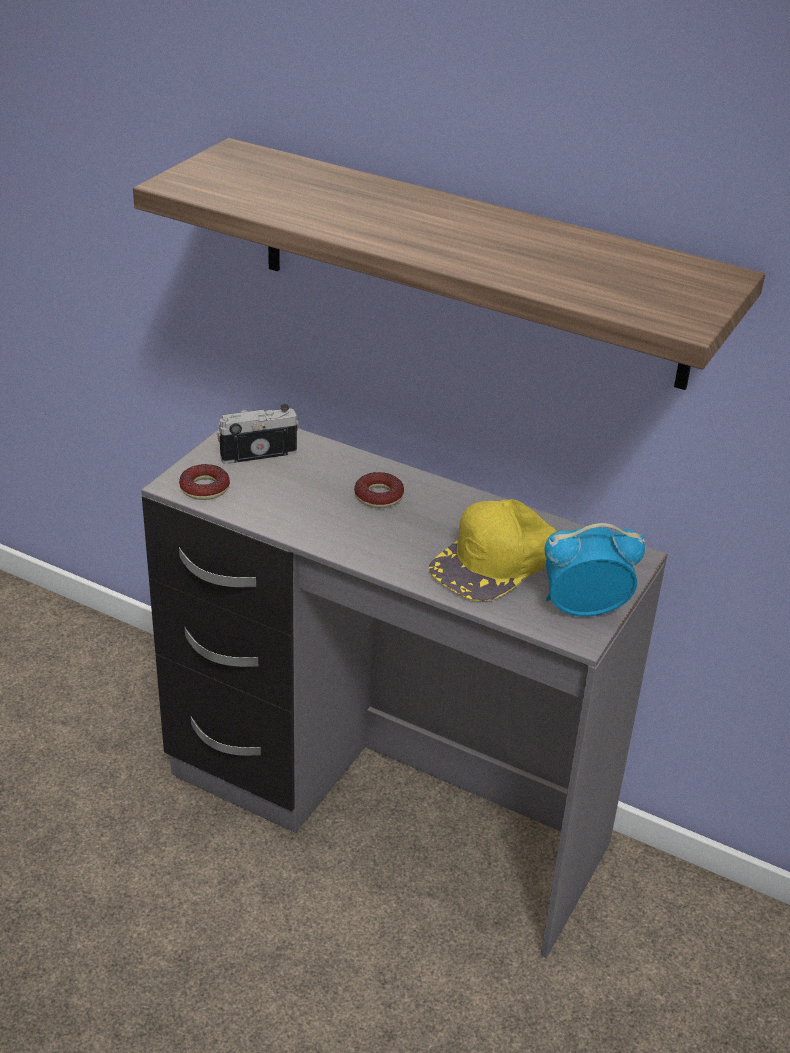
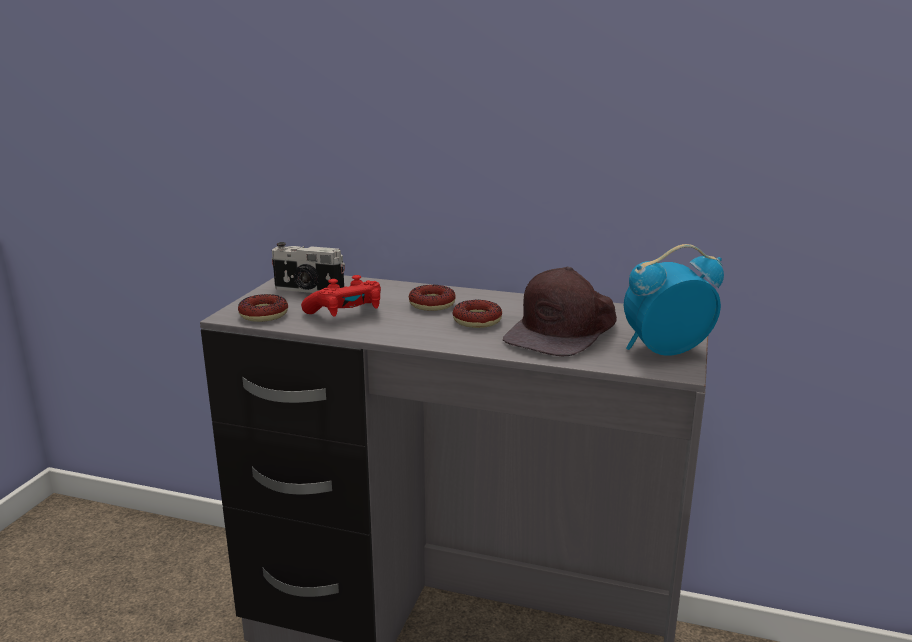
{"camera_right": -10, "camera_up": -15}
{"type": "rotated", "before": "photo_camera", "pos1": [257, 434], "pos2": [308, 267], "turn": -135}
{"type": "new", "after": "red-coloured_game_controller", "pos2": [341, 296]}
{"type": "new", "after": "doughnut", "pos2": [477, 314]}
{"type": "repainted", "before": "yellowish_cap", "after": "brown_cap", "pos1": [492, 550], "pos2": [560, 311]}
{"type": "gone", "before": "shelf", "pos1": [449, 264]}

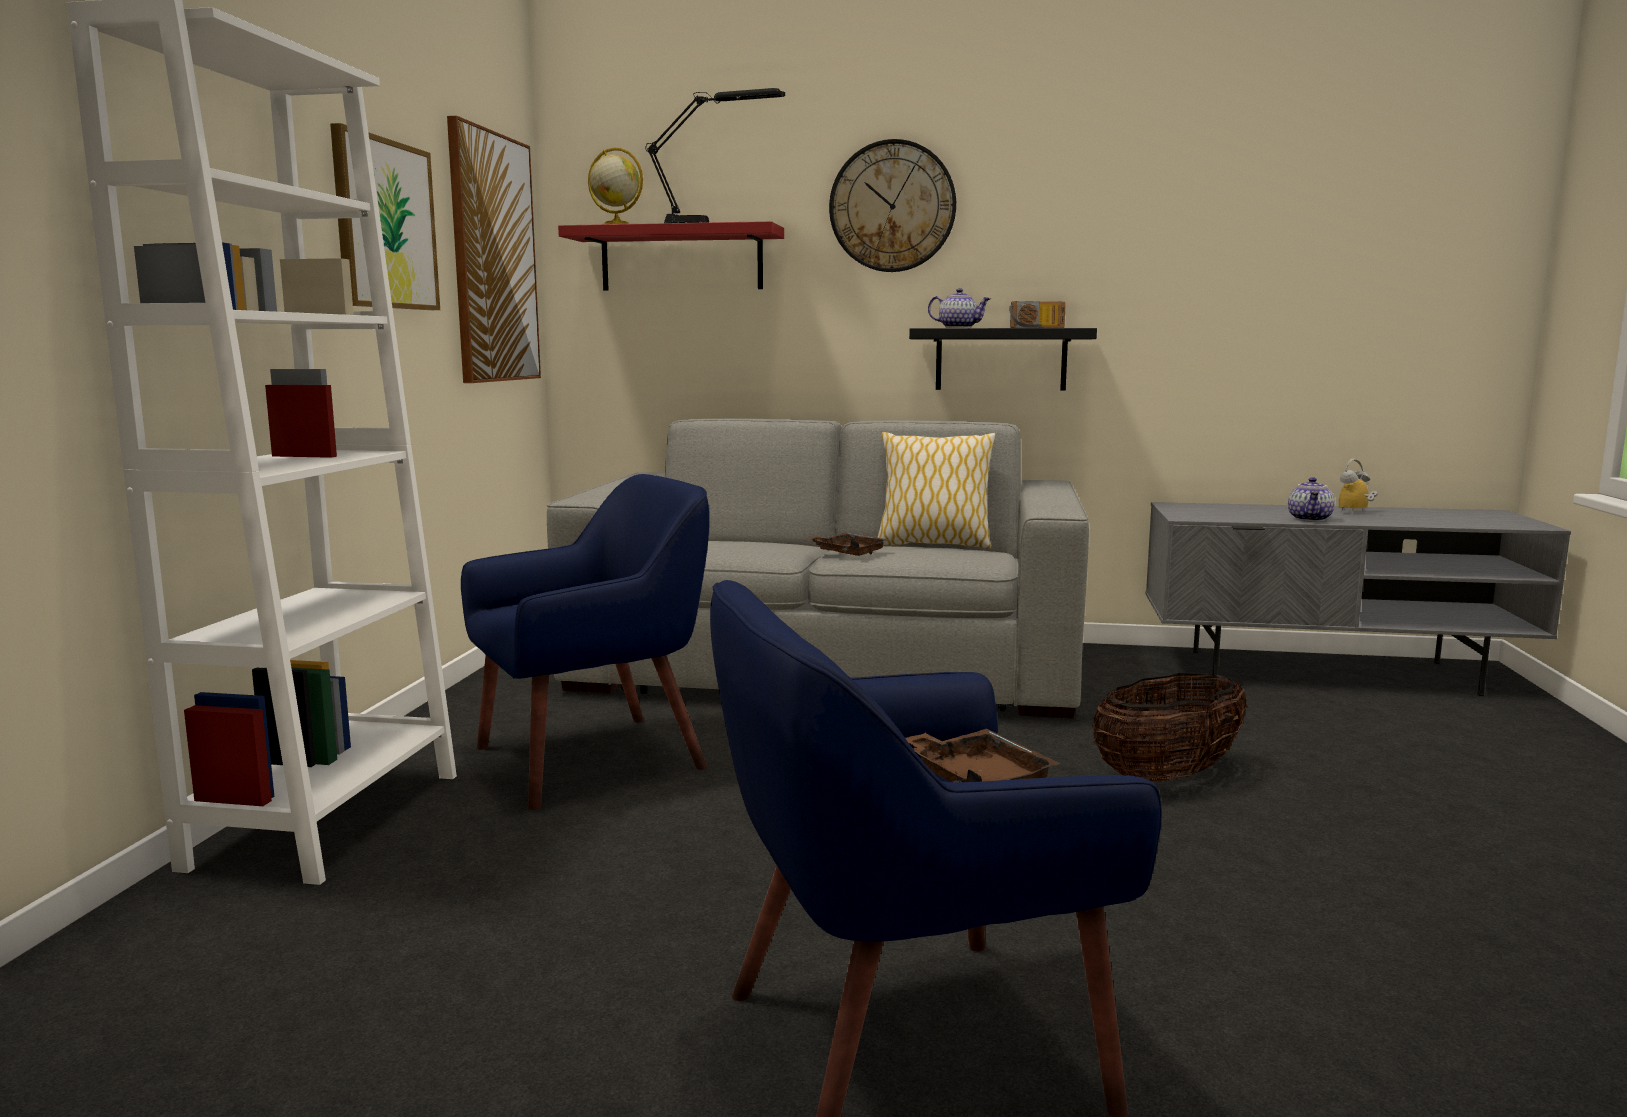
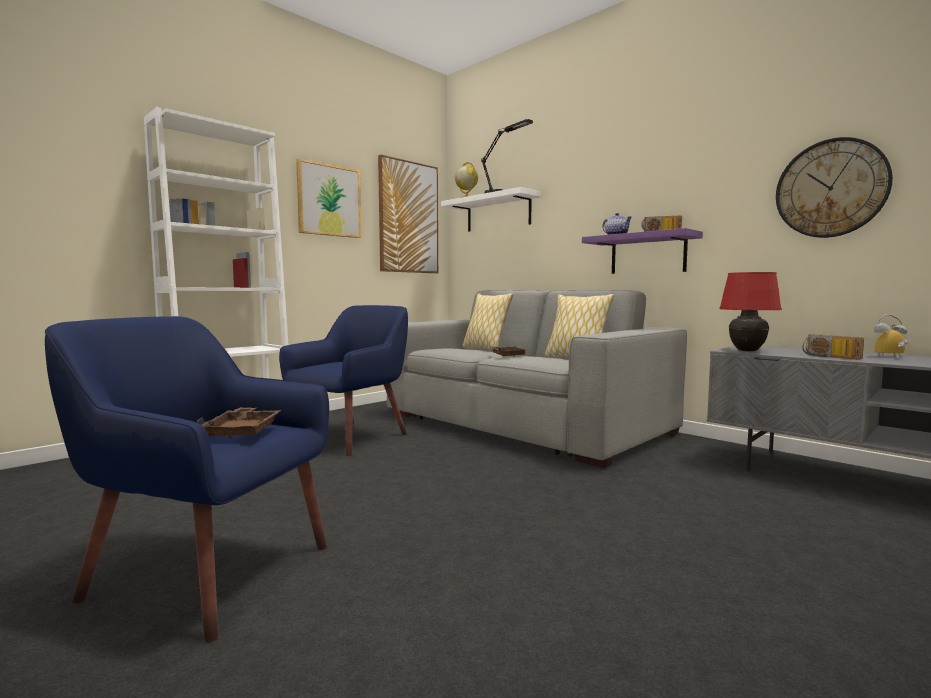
{"camera_right": 35, "camera_up": -5}
{"type": "rotated", "before": "blue-coloured_lounge_chair", "pos1": [585, 642], "pos2": [343, 380], "turn": -60}
{"type": "repainted", "before": "red-coloured_shelf", "after": "white-coloured_shelf", "pos1": [671, 256], "pos2": [491, 209]}
{"type": "new", "after": "pillow", "pos2": [488, 322]}
{"type": "repainted", "before": "black_shelf", "after": "purple-coloured_shelf", "pos1": [1003, 359], "pos2": [642, 251]}
{"type": "new", "after": "red-coloured_lamp_for_a_table", "pos2": [750, 311]}
{"type": "shifted", "before": "hanging_clock", "pos1": [892, 205], "pos2": [834, 187]}
{"type": "swapped", "before": "tea_pot", "after": "radio_receiver", "pos1": [1311, 499], "pos2": [833, 347]}
{"type": "gone", "before": "basket", "pos1": [1169, 727]}

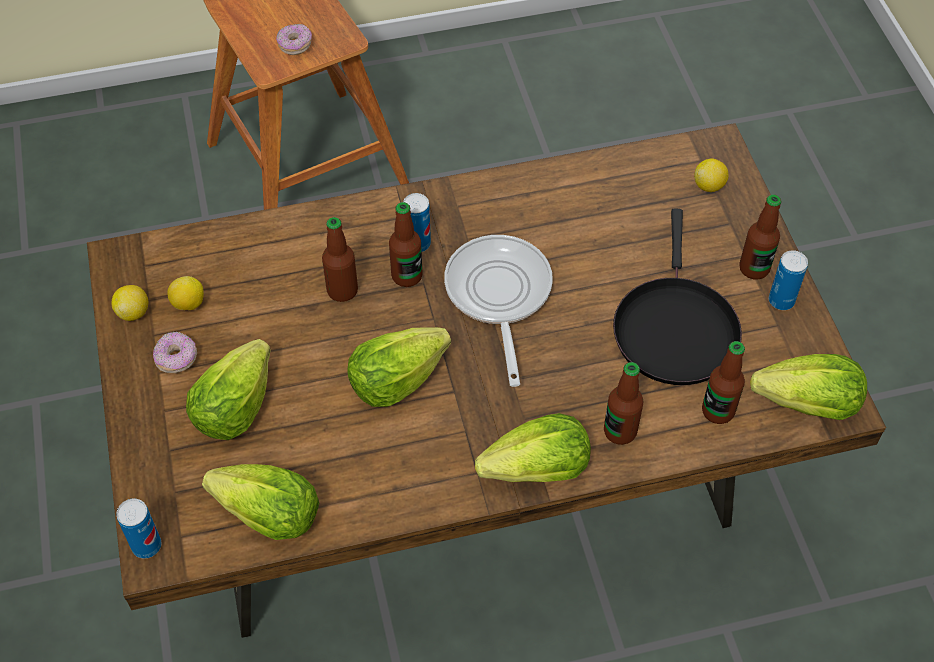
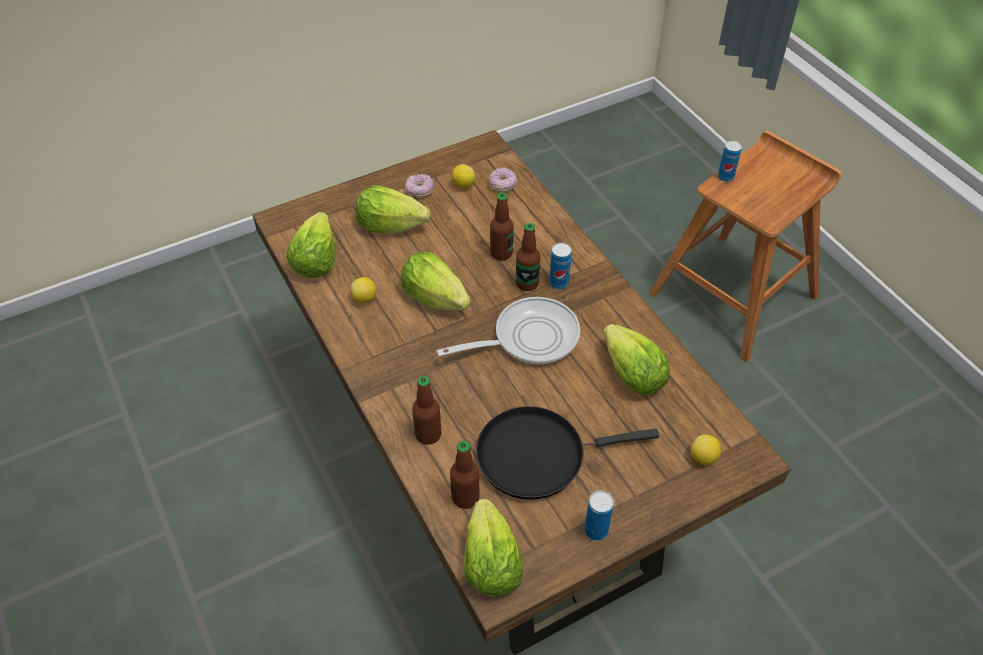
{"camera_right": 75, "camera_up": -5}
{"type": "shifted", "before": "whole_lemon", "pos1": [130, 303], "pos2": [364, 290]}
{"type": "shifted", "before": "doughnut", "pos1": [294, 39], "pos2": [503, 179]}
{"type": "shifted", "before": "lettuce_head", "pos1": [533, 447], "pos2": [636, 359]}
{"type": "shifted", "before": "sealed_can", "pos1": [139, 529], "pos2": [730, 161]}
{"type": "gone", "before": "bottle", "pos1": [760, 237]}

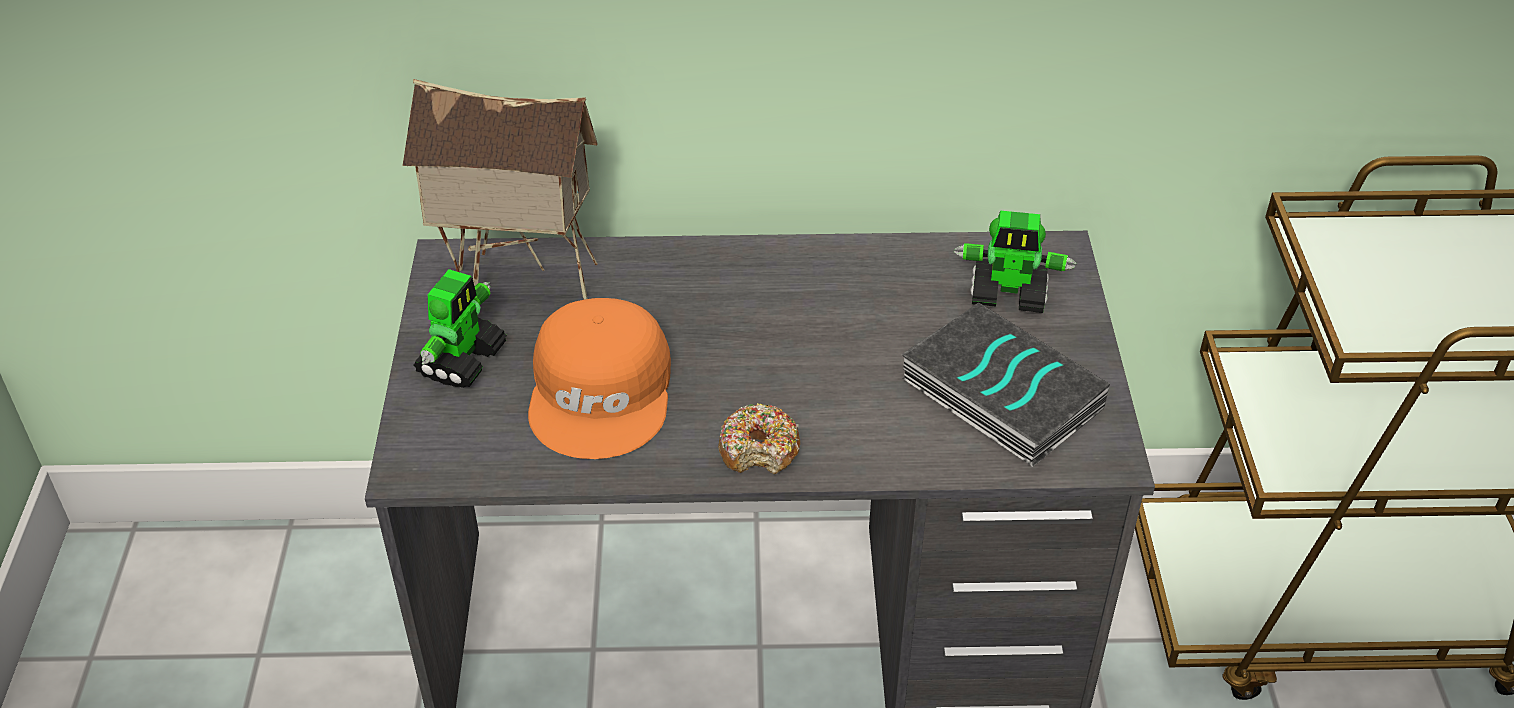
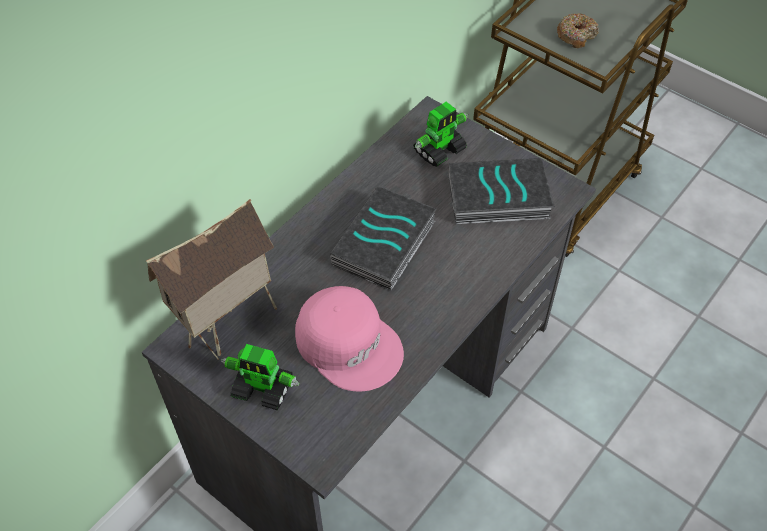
{"camera_right": -50, "camera_up": 10}
{"type": "rotated", "before": "model_robot", "pos1": [460, 328], "pos2": [260, 377], "turn": 135}
{"type": "repainted", "before": "orange-coloured_cap", "after": "pink_cap", "pos1": [599, 378], "pos2": [349, 339]}
{"type": "new", "after": "book", "pos2": [383, 238]}
{"type": "shifted", "before": "doughnut", "pos1": [759, 438], "pos2": [578, 30]}

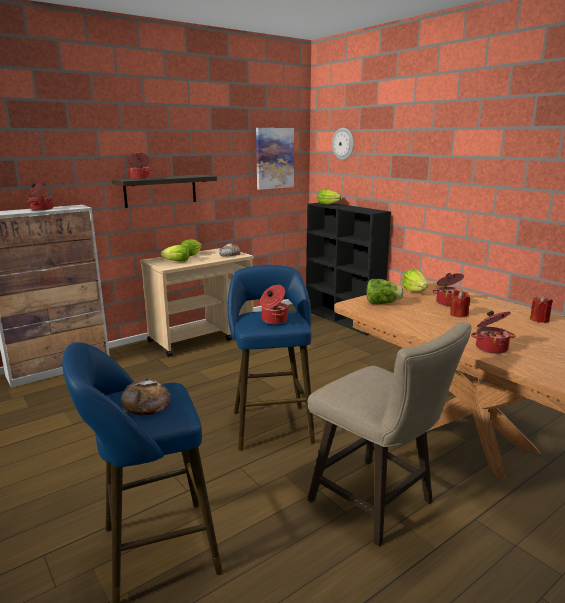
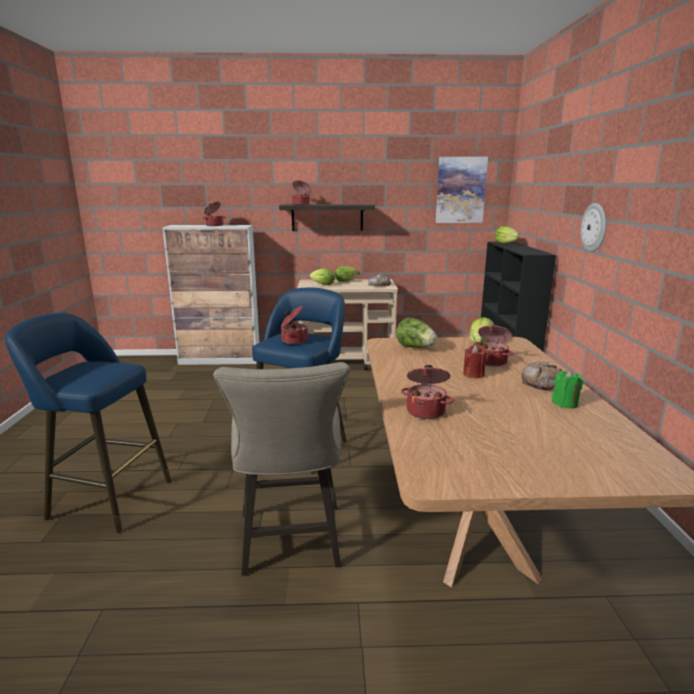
{"camera_right": 35, "camera_up": 0}
{"type": "shifted", "before": "bread", "pos1": [145, 397], "pos2": [541, 376]}
{"type": "repainted", "before": "red-coloured_candle", "after": "green-coloured_candle", "pos1": [541, 309], "pos2": [567, 389]}
{"type": "shifted", "before": "hanging_clock", "pos1": [343, 144], "pos2": [593, 227]}

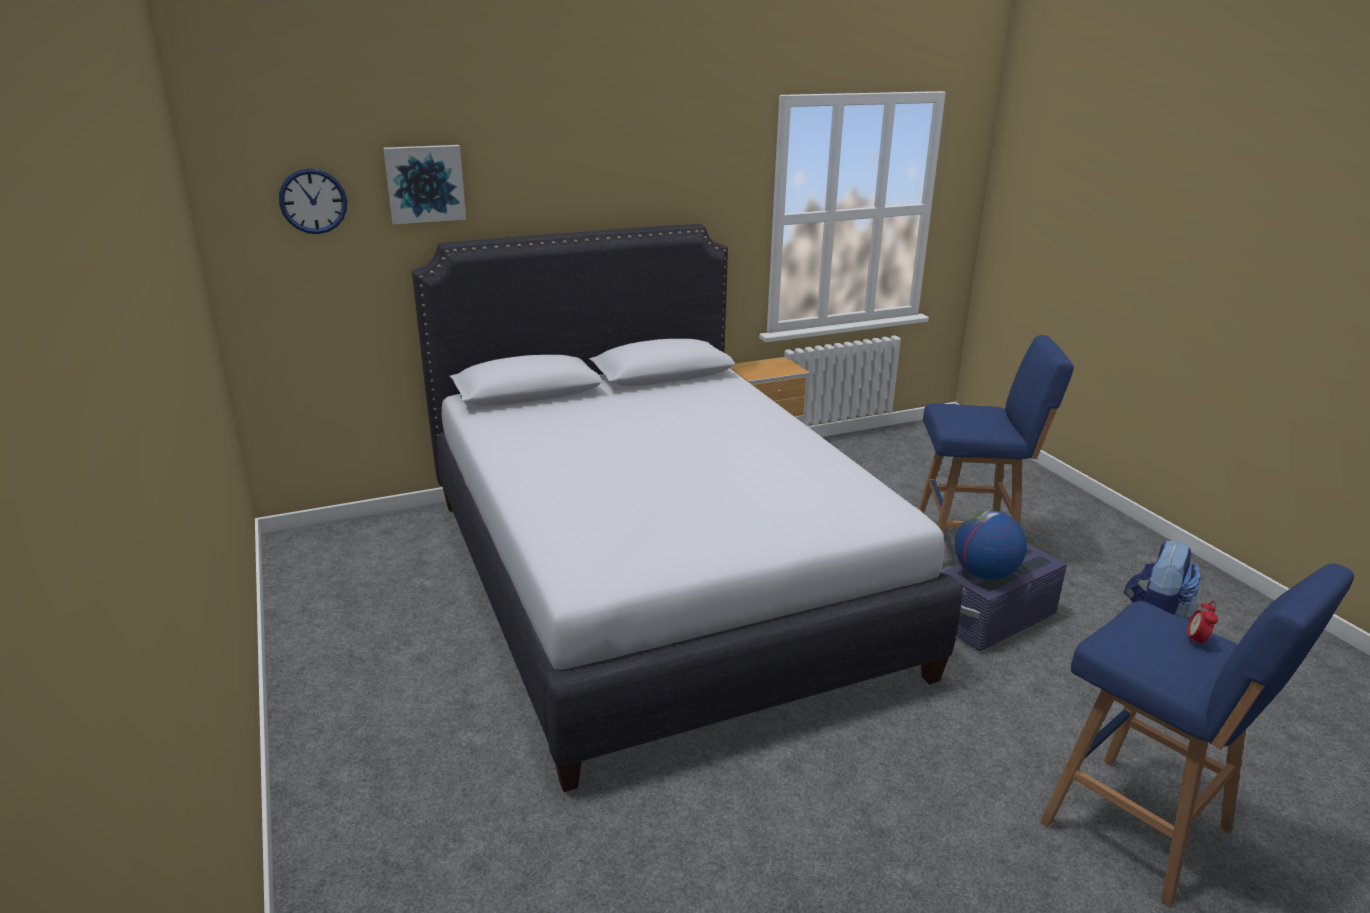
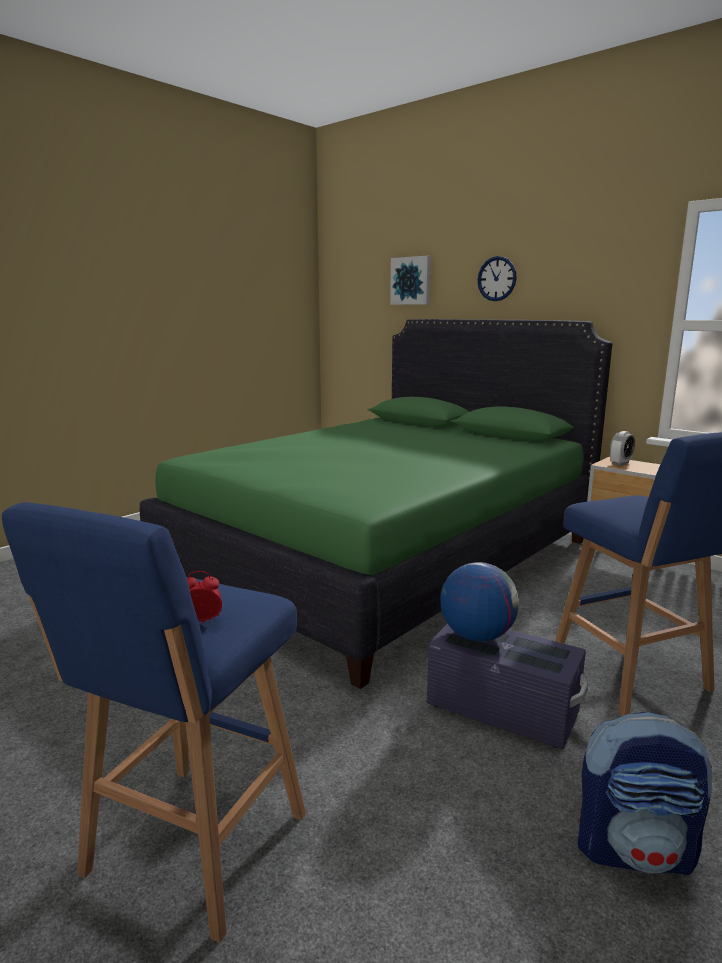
{"camera_right": 65, "camera_up": -10}
{"type": "repainted", "before": "white-coloured_sleeping_bed", "after": "green-coloured_sleeping_bed", "pos1": [687, 508], "pos2": [376, 504]}
{"type": "shifted", "before": "hanging_clock", "pos1": [313, 201], "pos2": [497, 278]}
{"type": "new", "after": "alarm_clock", "pos2": [622, 448]}

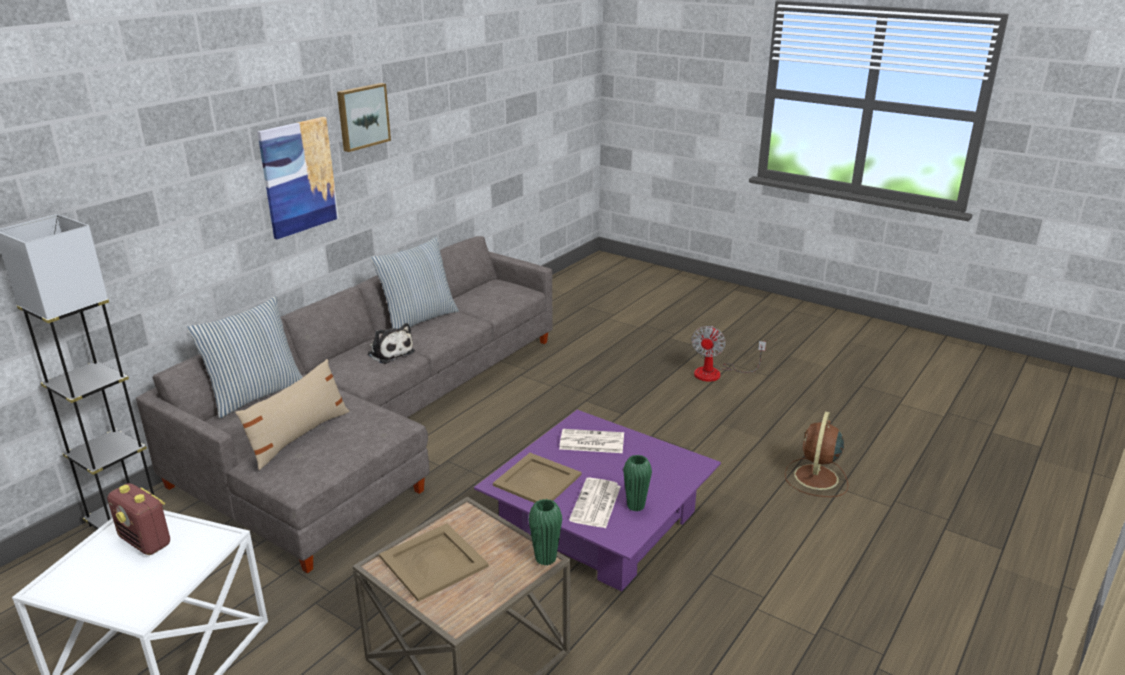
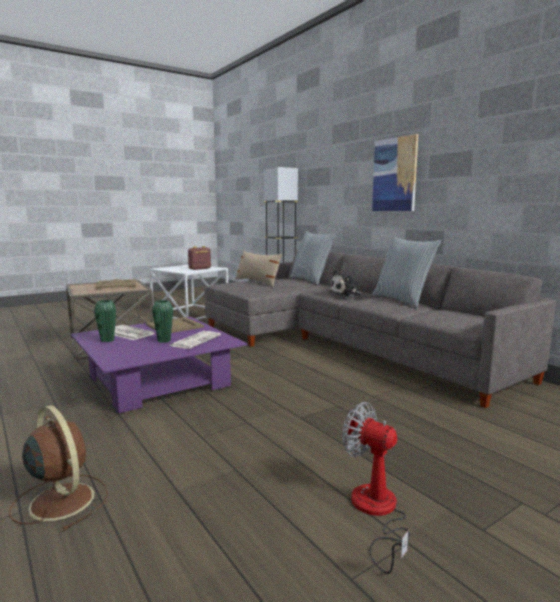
{"camera_right": 110, "camera_up": -15}
{"type": "shifted", "before": "green-coloured_decorative_vase", "pos1": [545, 532], "pos2": [162, 321]}
{"type": "gone", "before": "picture", "pos1": [364, 117]}

